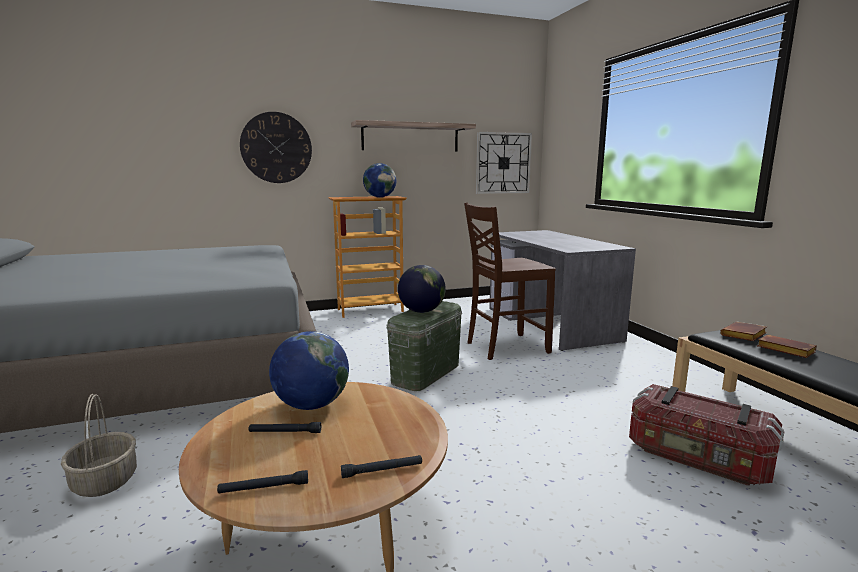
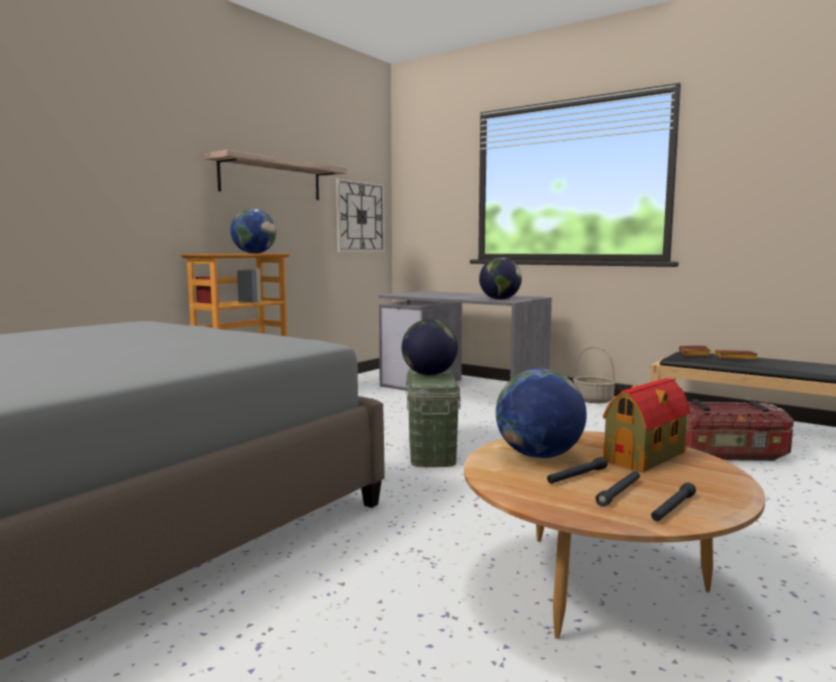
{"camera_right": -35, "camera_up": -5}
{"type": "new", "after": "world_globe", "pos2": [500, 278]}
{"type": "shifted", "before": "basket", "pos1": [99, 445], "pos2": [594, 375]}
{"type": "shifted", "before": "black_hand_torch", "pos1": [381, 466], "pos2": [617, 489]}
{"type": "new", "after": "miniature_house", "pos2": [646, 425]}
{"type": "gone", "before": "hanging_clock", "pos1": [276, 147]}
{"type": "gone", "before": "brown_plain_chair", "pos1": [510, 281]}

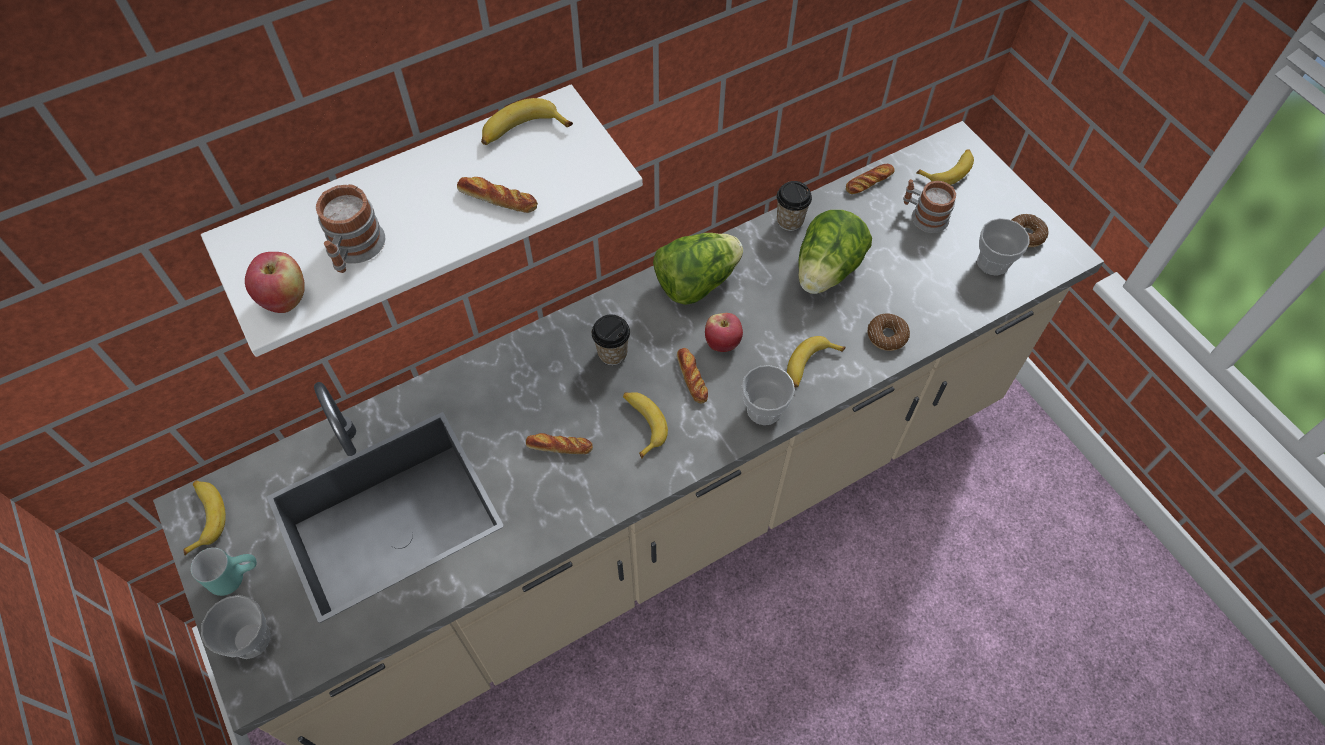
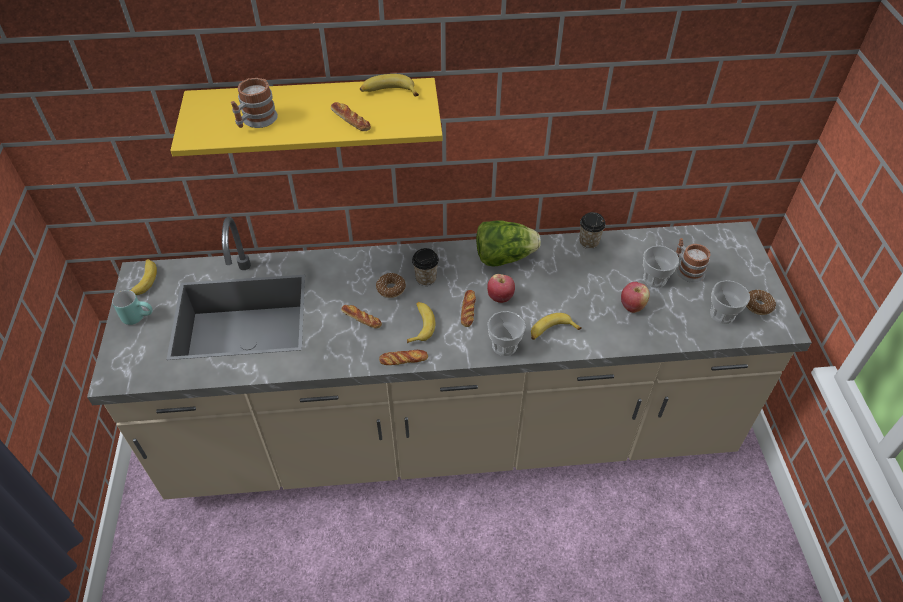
{"camera_right": 25, "camera_up": -10}
{"type": "repainted", "before": "white-coloured_shelf", "after": "yellowish_shelf", "pos1": [422, 221], "pos2": [306, 117]}
{"type": "shifted", "before": "doughnut", "pos1": [889, 332], "pos2": [391, 285]}
{"type": "shifted", "before": "bread", "pos1": [870, 179], "pos2": [403, 357]}
{"type": "shifted", "before": "apple", "pos1": [275, 282], "pos2": [635, 297]}
{"type": "shifted", "before": "drinking_cup", "pos1": [236, 627], "pos2": [661, 267]}
{"type": "gone", "before": "lettuce_head", "pos1": [835, 252]}
{"type": "gone", "before": "banana", "pos1": [945, 167]}

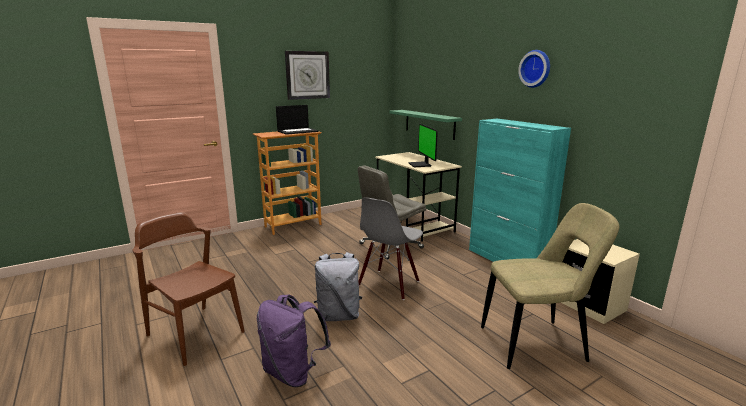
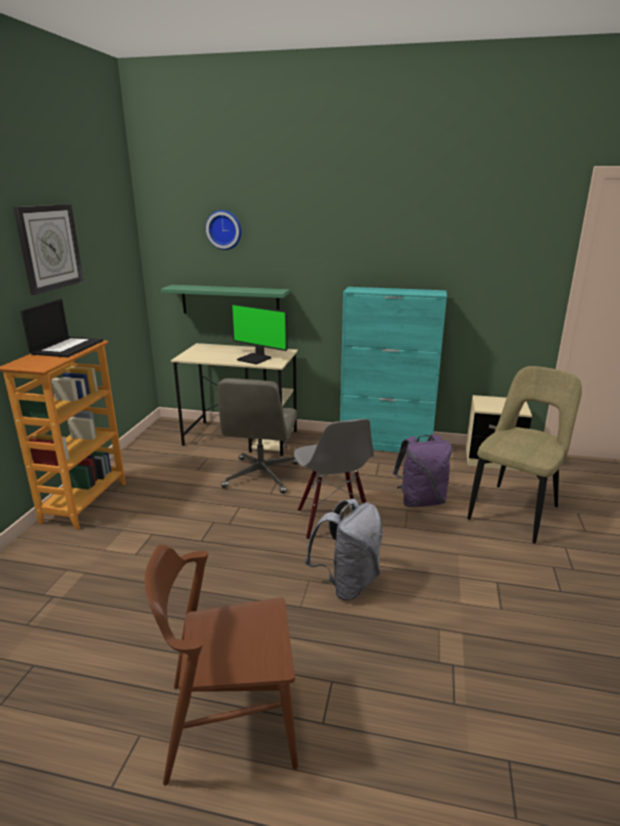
{"camera_right": -45, "camera_up": 5}
{"type": "shifted", "before": "hanging_clock", "pos1": [534, 69], "pos2": [224, 230]}
{"type": "shifted", "before": "purple-coloured_backpack", "pos1": [294, 341], "pos2": [422, 470]}

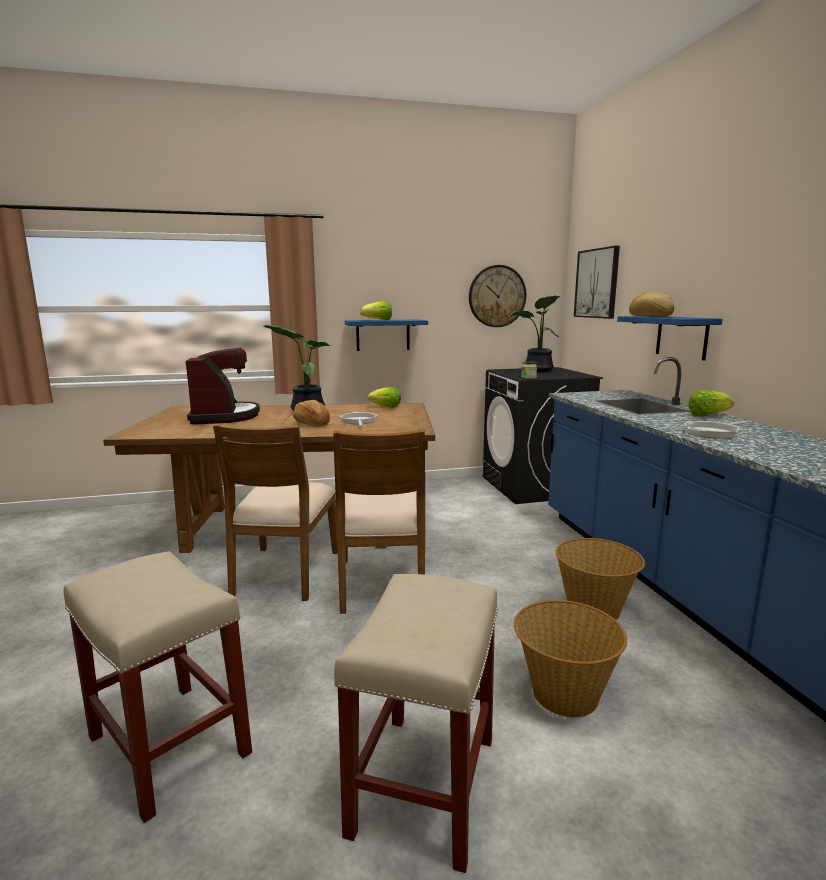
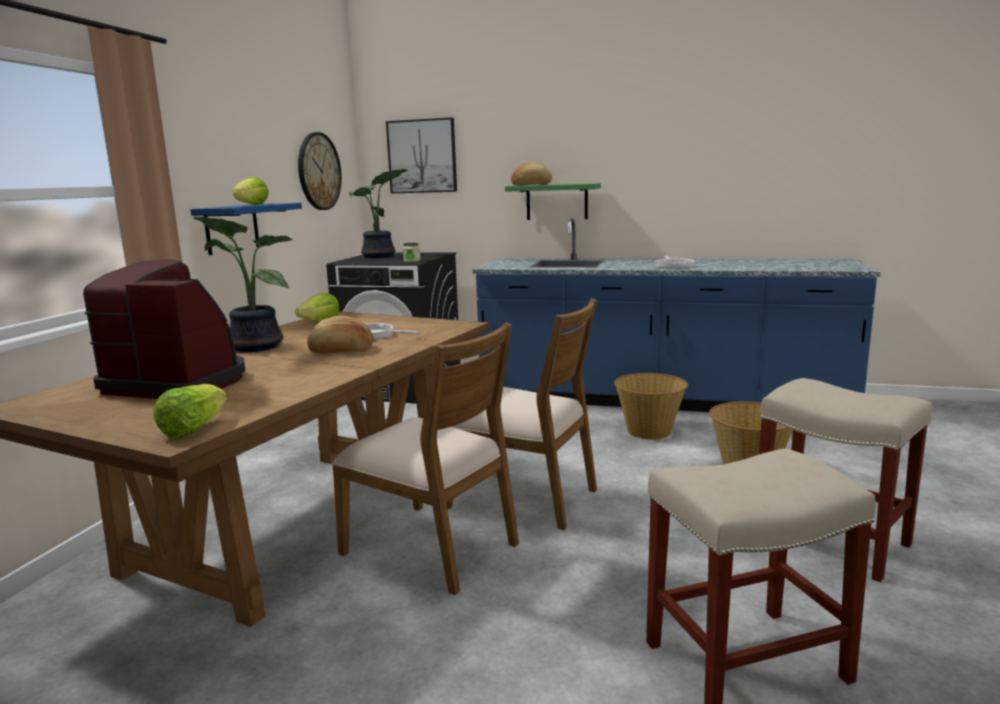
{"camera_right": -60, "camera_up": 0}
{"type": "shifted", "before": "lettuce_head", "pos1": [711, 403], "pos2": [190, 411]}
{"type": "repainted", "before": "blue-coloured_shelf", "after": "green-coloured_shelf", "pos1": [670, 338], "pos2": [553, 201]}

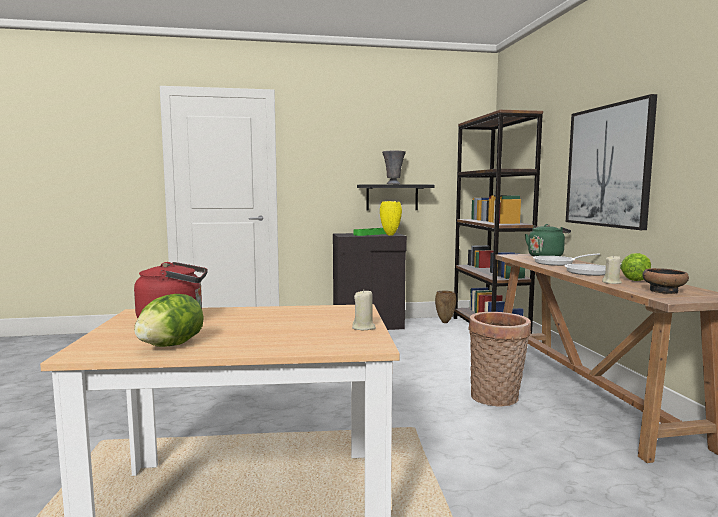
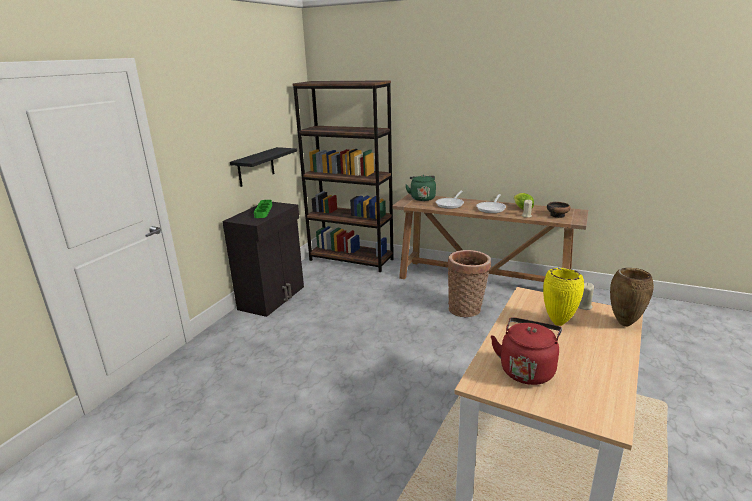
{"camera_right": -55, "camera_up": 15}
{"type": "shifted", "before": "yellowish_decorative_vase", "pos1": [391, 218], "pos2": [563, 297]}
{"type": "shifted", "before": "brown_decorative_vase", "pos1": [445, 307], "pos2": [632, 297]}
{"type": "gone", "before": "lettuce_head", "pos1": [169, 320]}
{"type": "gone", "before": "greyish_decorative_vase", "pos1": [394, 167]}
{"type": "gone", "before": "picture", "pos1": [611, 162]}

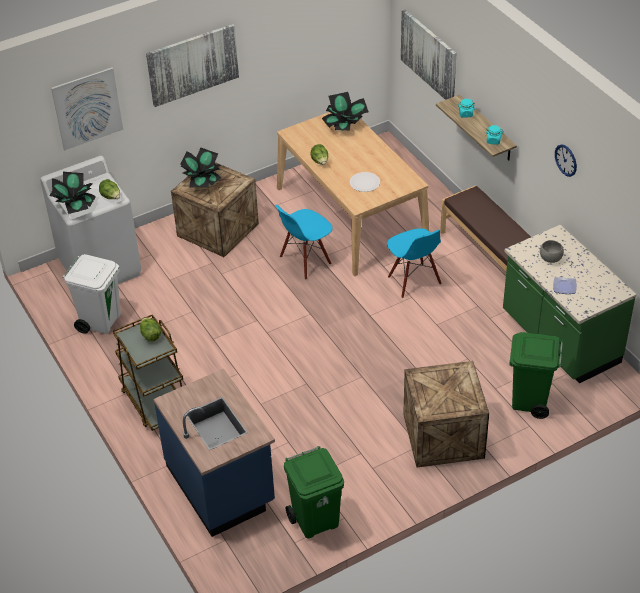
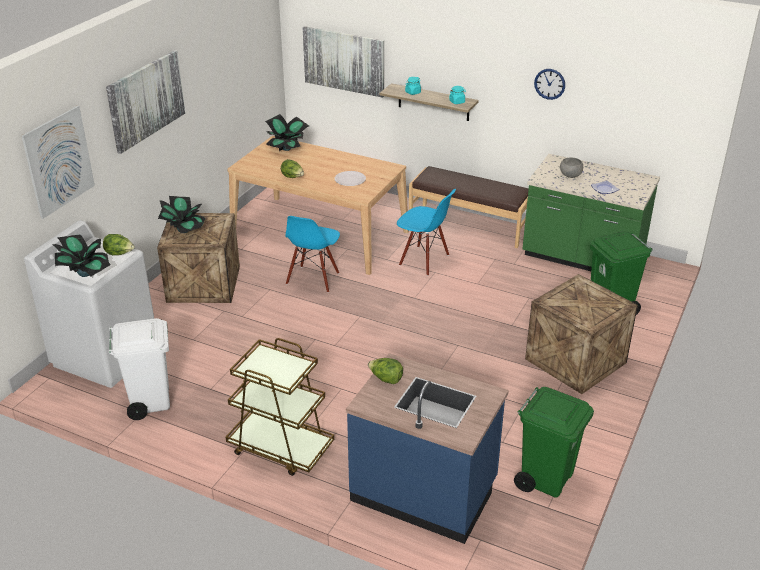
{"camera_right": -35, "camera_up": -10}
{"type": "shifted", "before": "lettuce_head", "pos1": [150, 330], "pos2": [385, 371]}

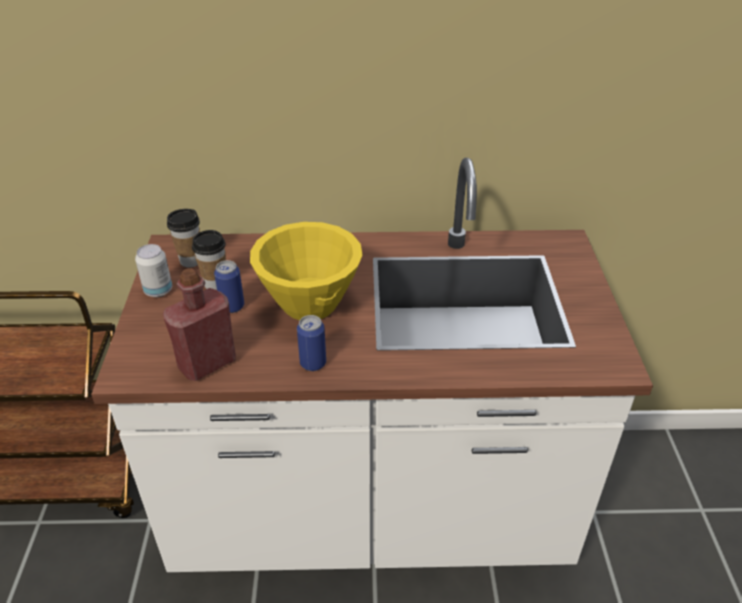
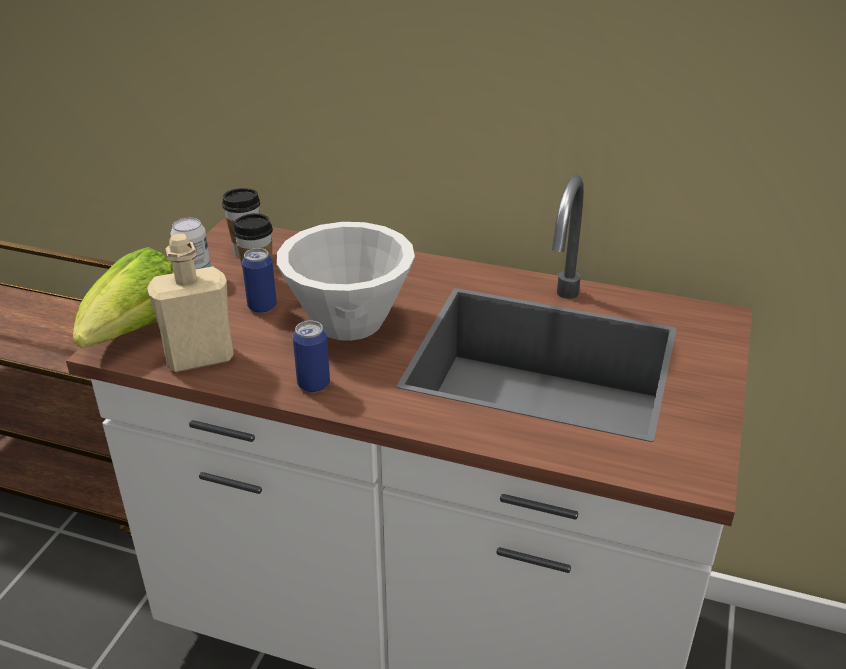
{"camera_right": 20, "camera_up": -5}
{"type": "new", "after": "lettuce_head", "pos2": [123, 297]}
{"type": "repainted", "before": "red-coloured_bottle", "after": "beige_bottle", "pos1": [199, 324], "pos2": [190, 303]}
{"type": "repainted", "before": "yellowish_bowl", "after": "white-coloured_bowl", "pos1": [306, 271], "pos2": [346, 281]}

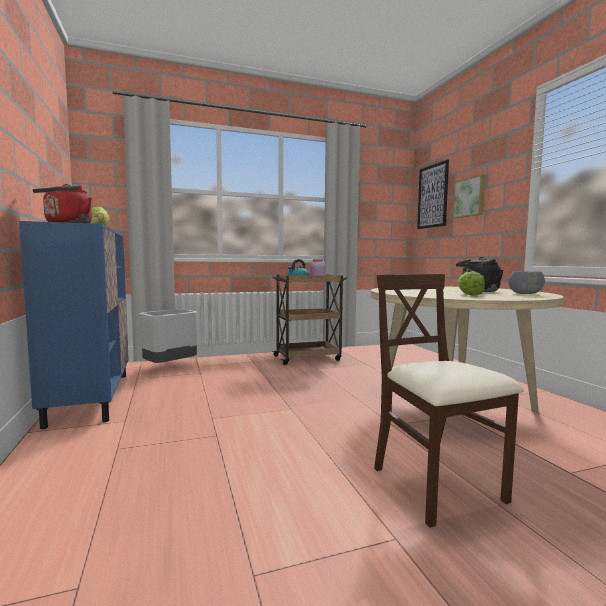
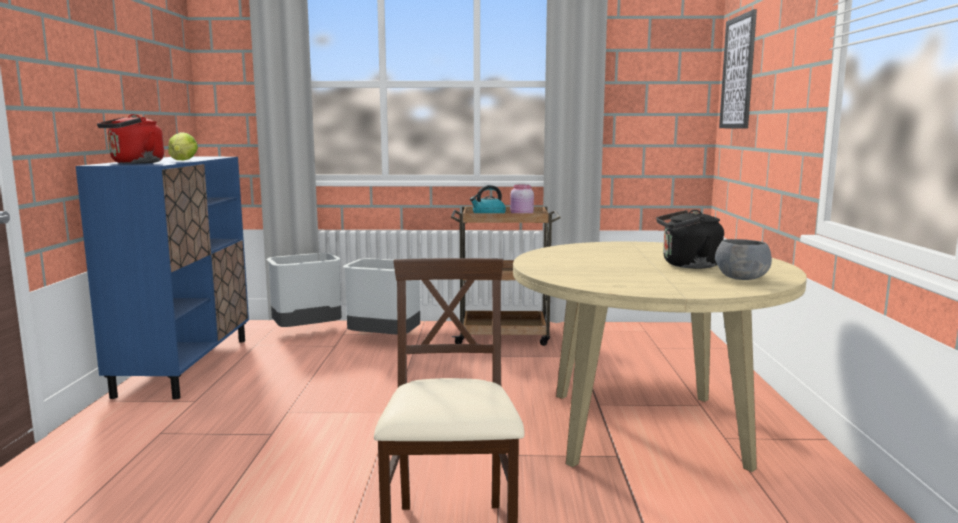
{"camera_right": 20, "camera_up": 5}
{"type": "new", "after": "greyish_trash_can", "pos2": [381, 296]}
{"type": "gone", "before": "picture", "pos1": [469, 196]}
{"type": "gone", "before": "lettuce_head", "pos1": [471, 283]}

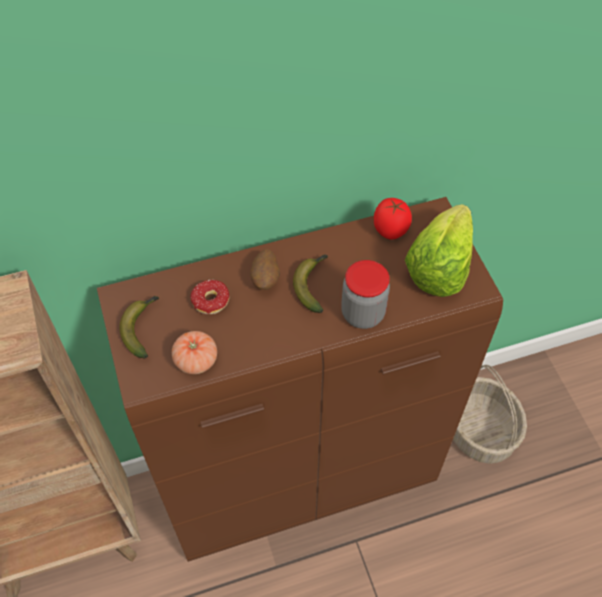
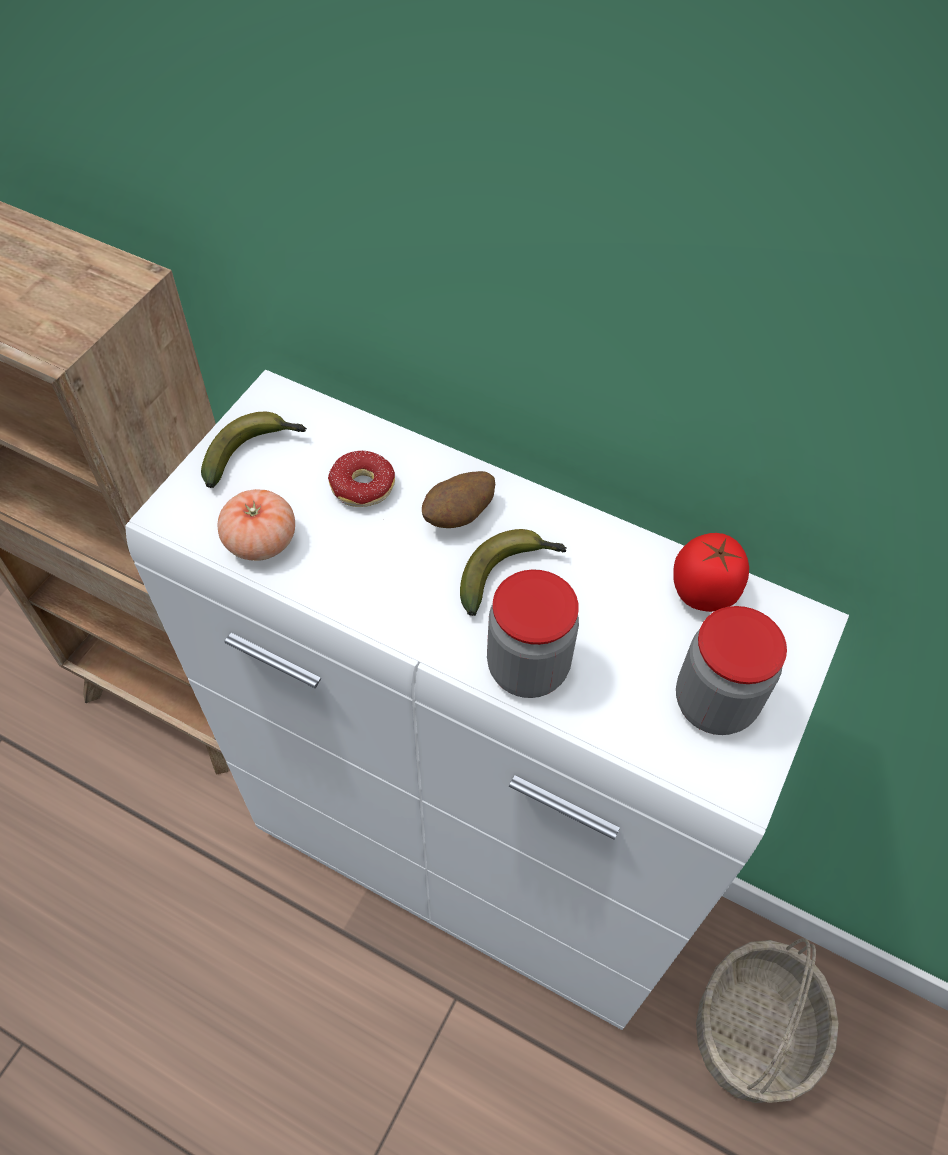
{"camera_right": 45, "camera_up": 0}
{"type": "repainted", "before": "brown_cabinet", "after": "white-coloured_cabinet", "pos1": [300, 379], "pos2": [487, 700]}
{"type": "swapped", "before": "lettuce_head", "after": "storage_jar", "pos1": [439, 250], "pos2": [731, 670]}

